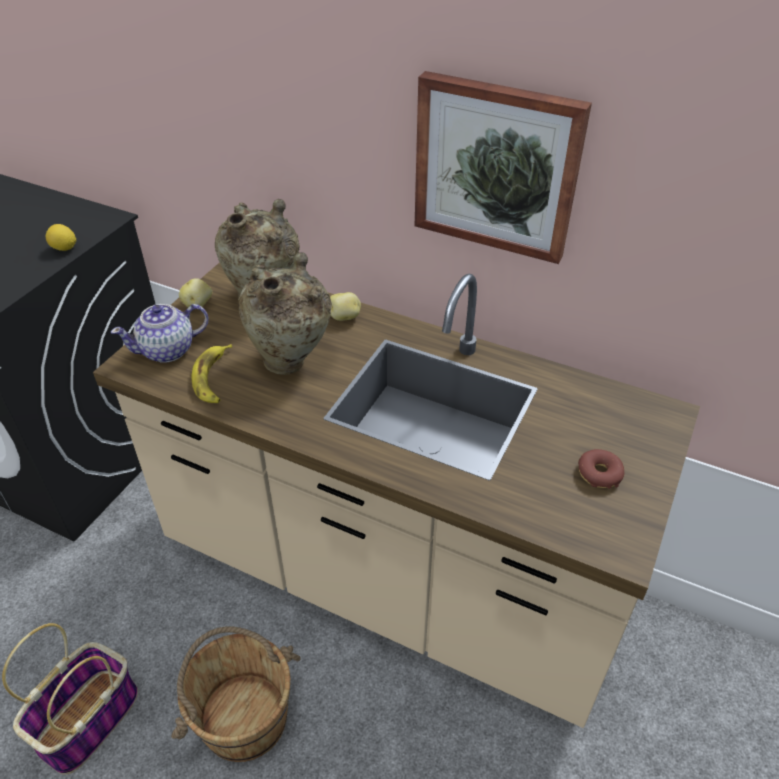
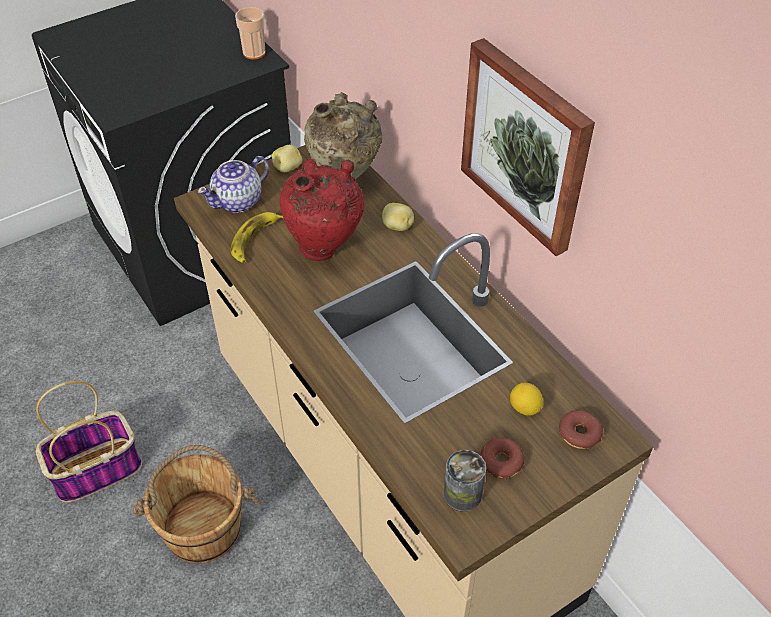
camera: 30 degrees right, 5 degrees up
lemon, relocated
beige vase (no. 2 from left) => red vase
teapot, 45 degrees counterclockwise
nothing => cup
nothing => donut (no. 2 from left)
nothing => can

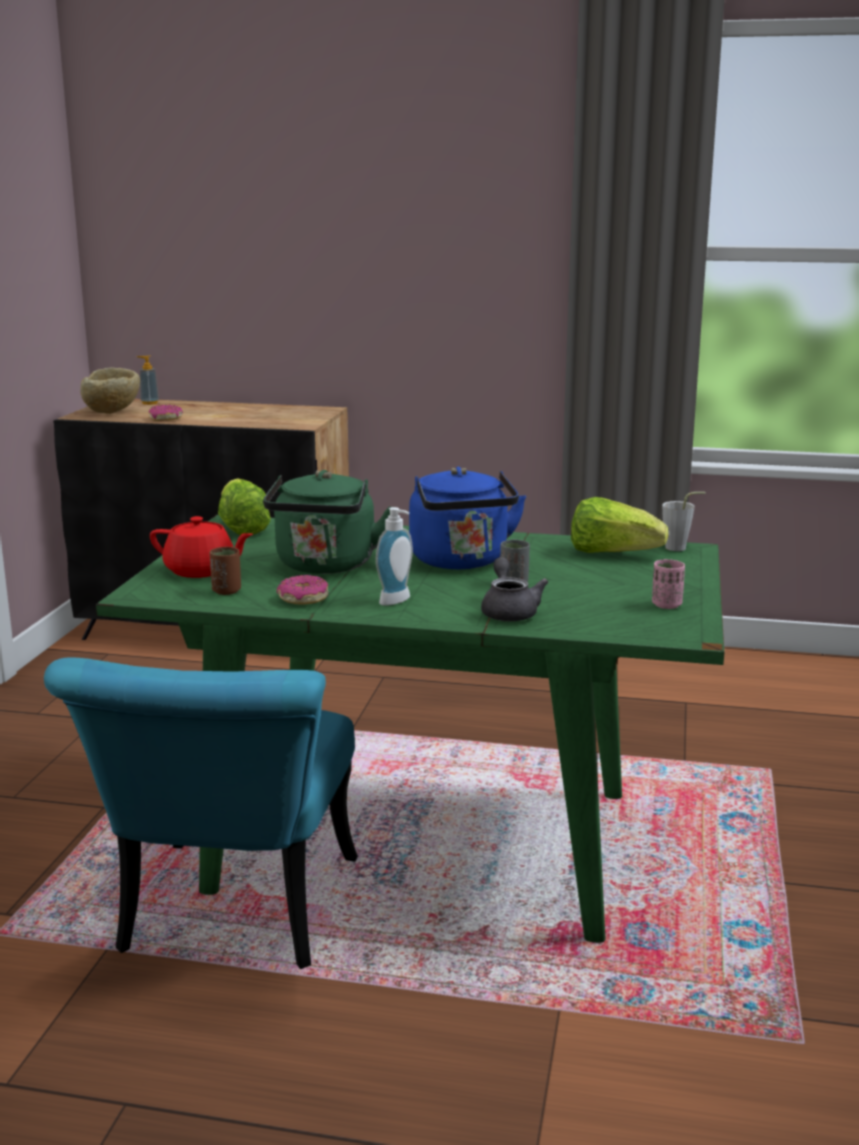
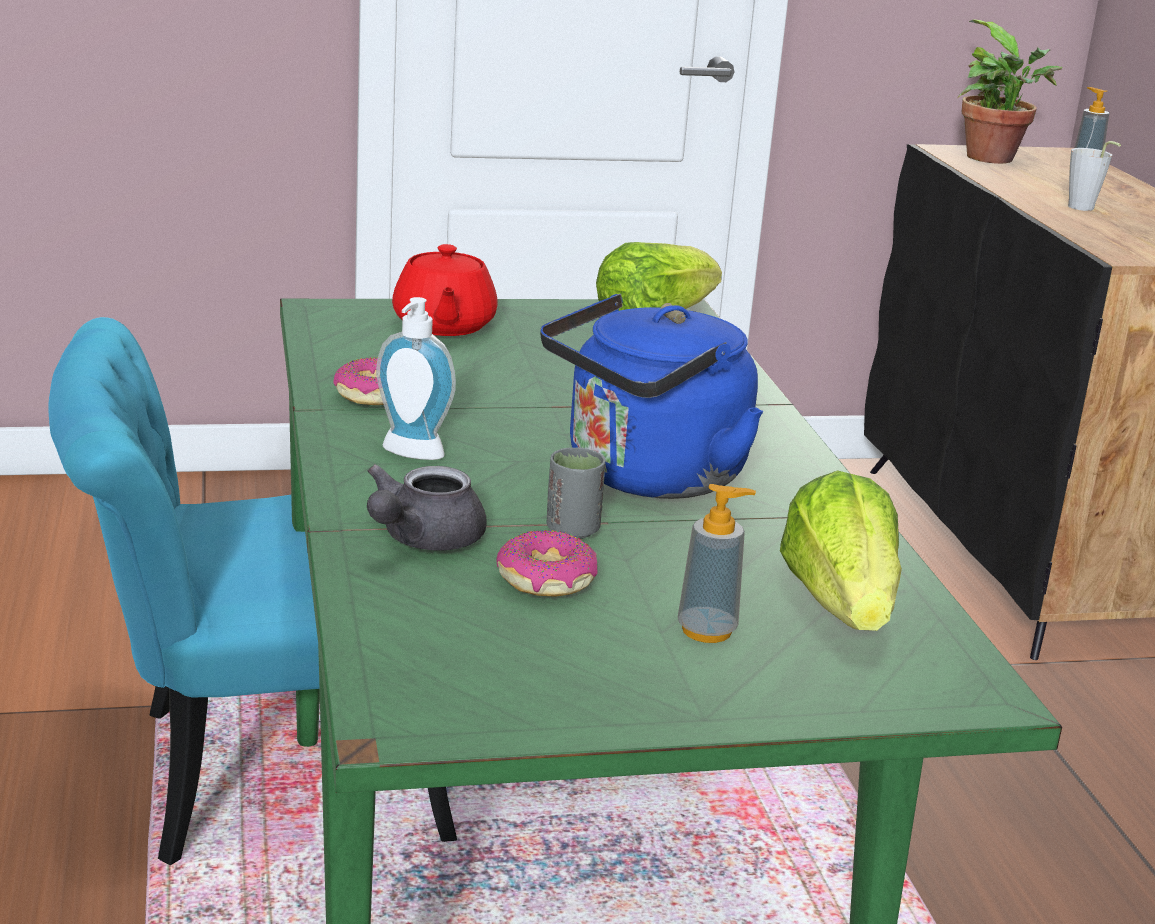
camera: 65 degrees right, 5 degrees up
beige bowl => potted plant
donut (no. 1 from left in the first image) => donut (no. 2 from left), relocated
green kettle => nothing
grey cup (no. 2 from left), relocated
brown cup => nothing
grey teapot, 150 degrees clockwise
pink cup => nothing
nothing => soap dispenser (no. 2 from left)

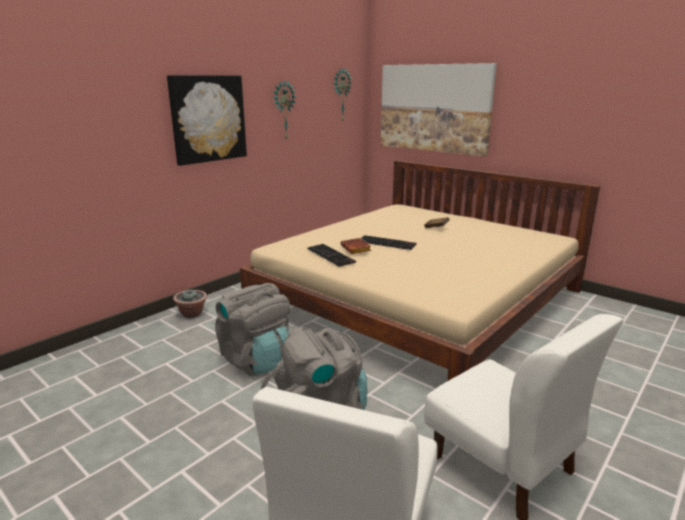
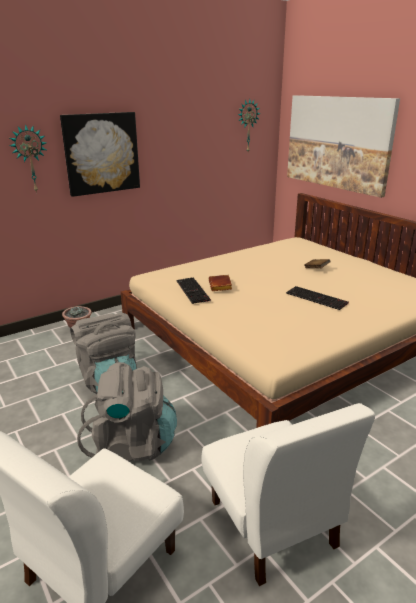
camera: 15 degrees right, 5 degrees up
wall clock (no. 1 from left), relocated
keyboard (no. 2 from left), relocated

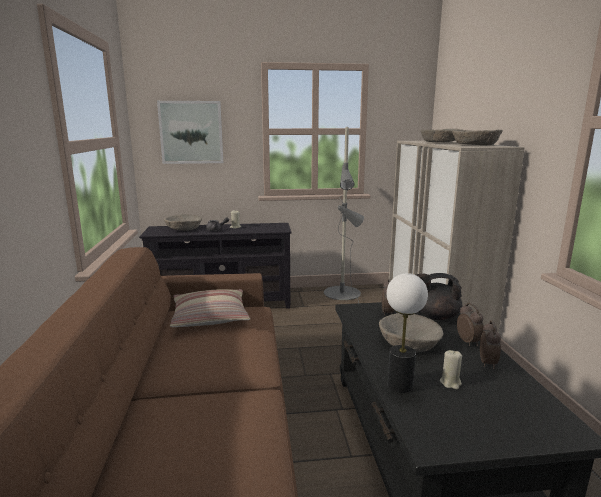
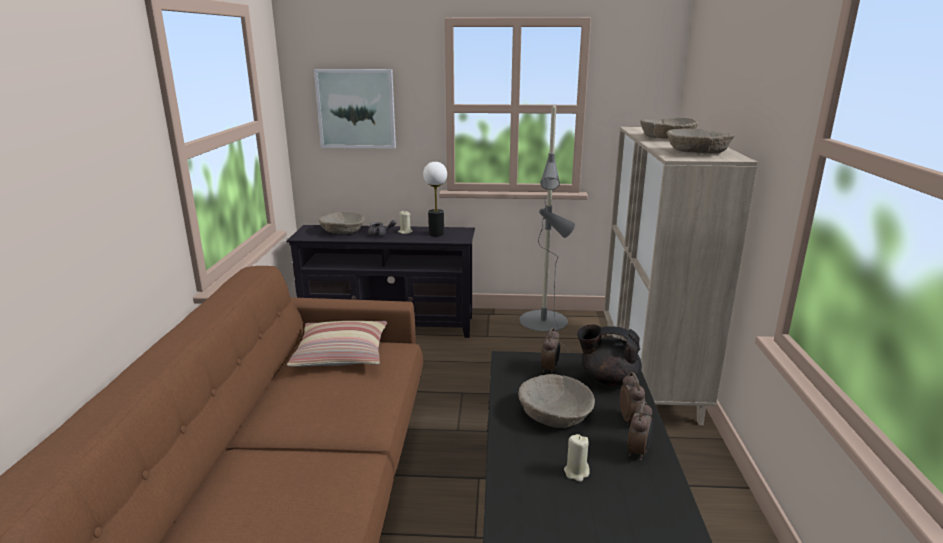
camera: 10 degrees right, 5 degrees up
table lamp, relocated

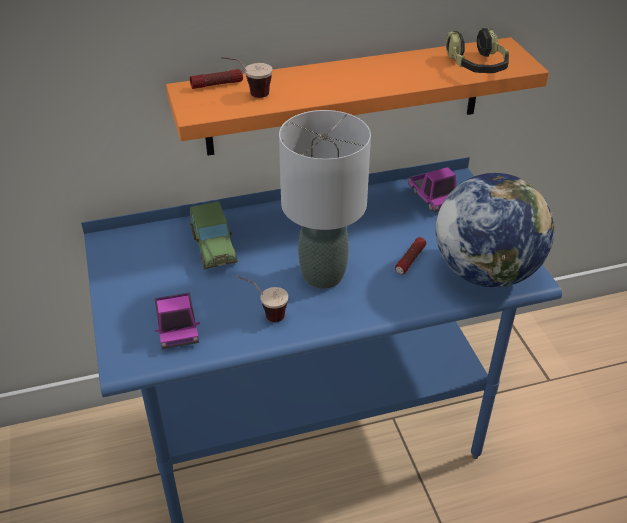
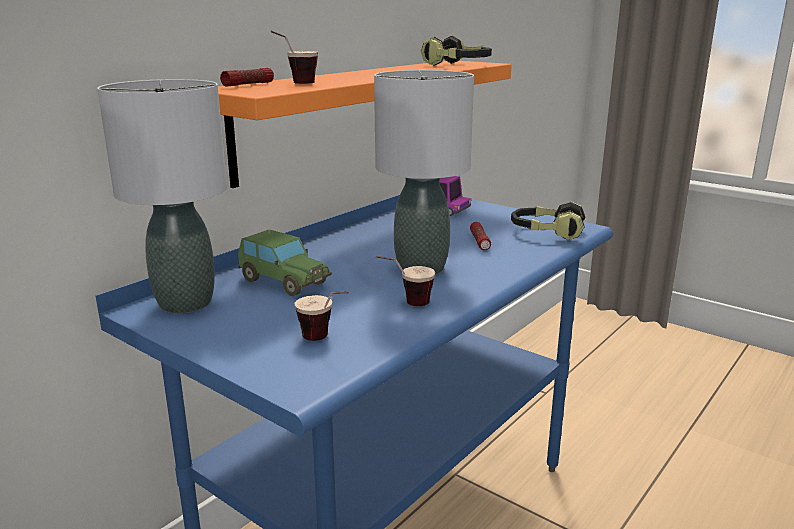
camera: 35 degrees left, 20 degrees down
globe => headphones (no. 2 from left)
toy truck (no. 1 from left) => cup (no. 2 from left)
nothing => grey table lamp (no. 1 from left)

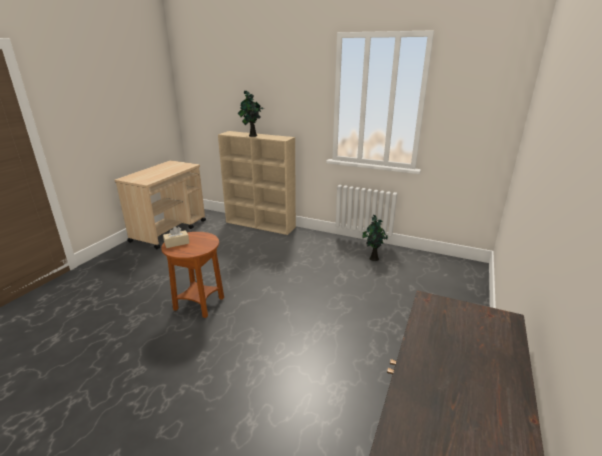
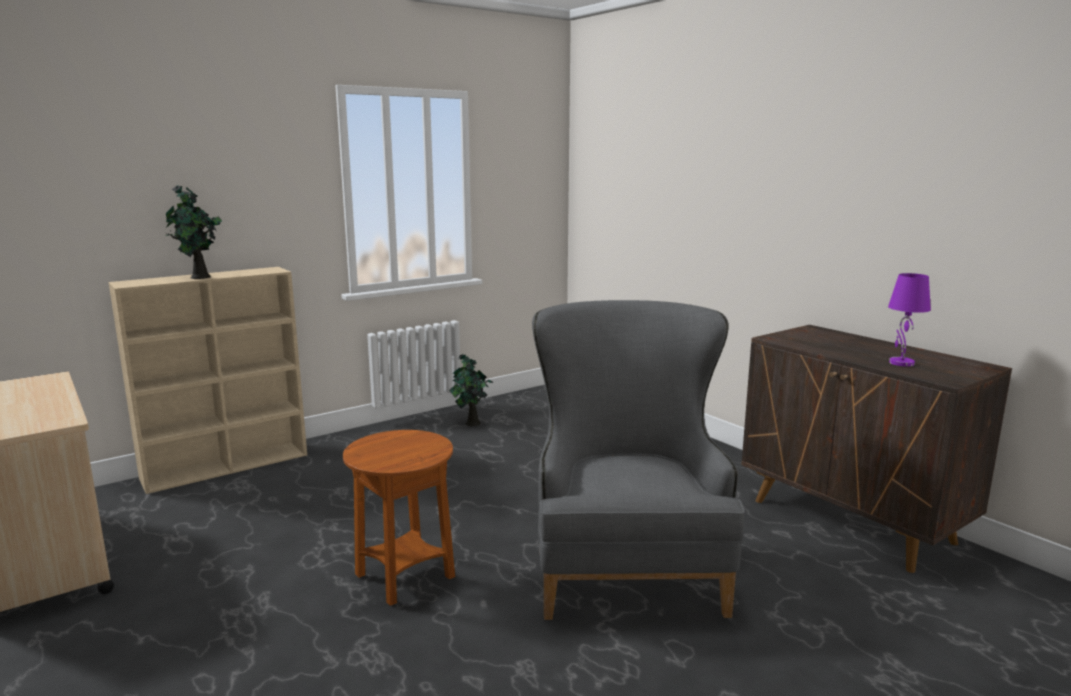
camera: 60 degrees left, 10 degrees down
beige tissue box => nothing
nothing => purple table lamp
nothing => grey armchair

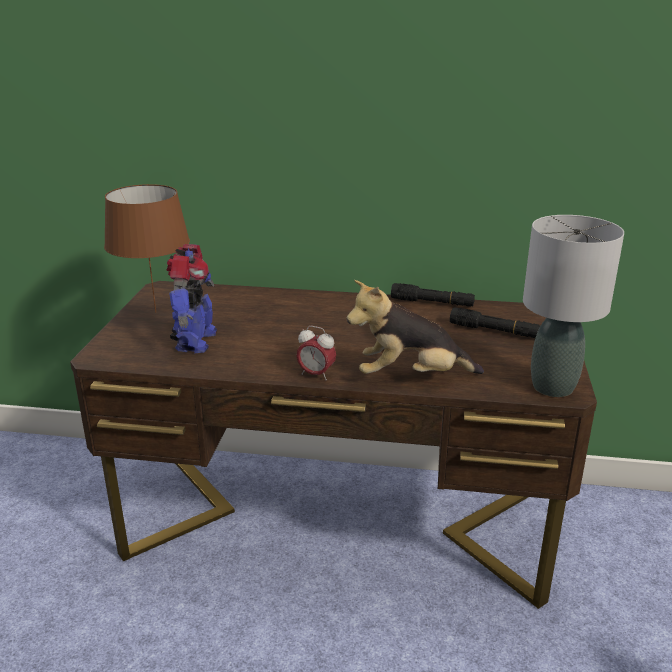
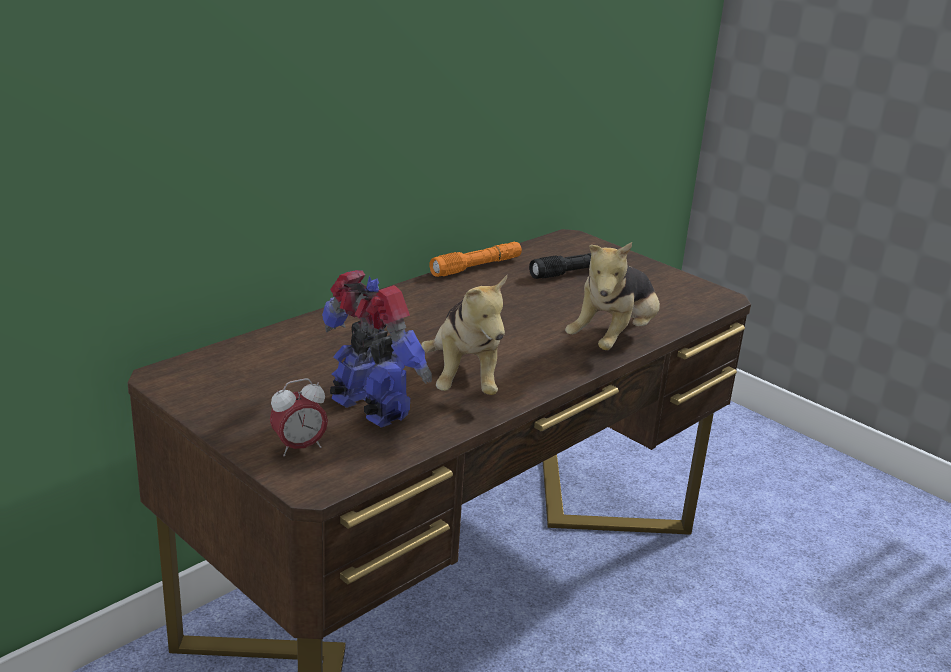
camera: 55 degrees left, 0 degrees up
brown table lamp => nothing
grey table lamp => nothing
black flashlight (no. 1 from left) => orange flashlight
alarm clock, relocated
nothing => plush toy (no. 1 from left)

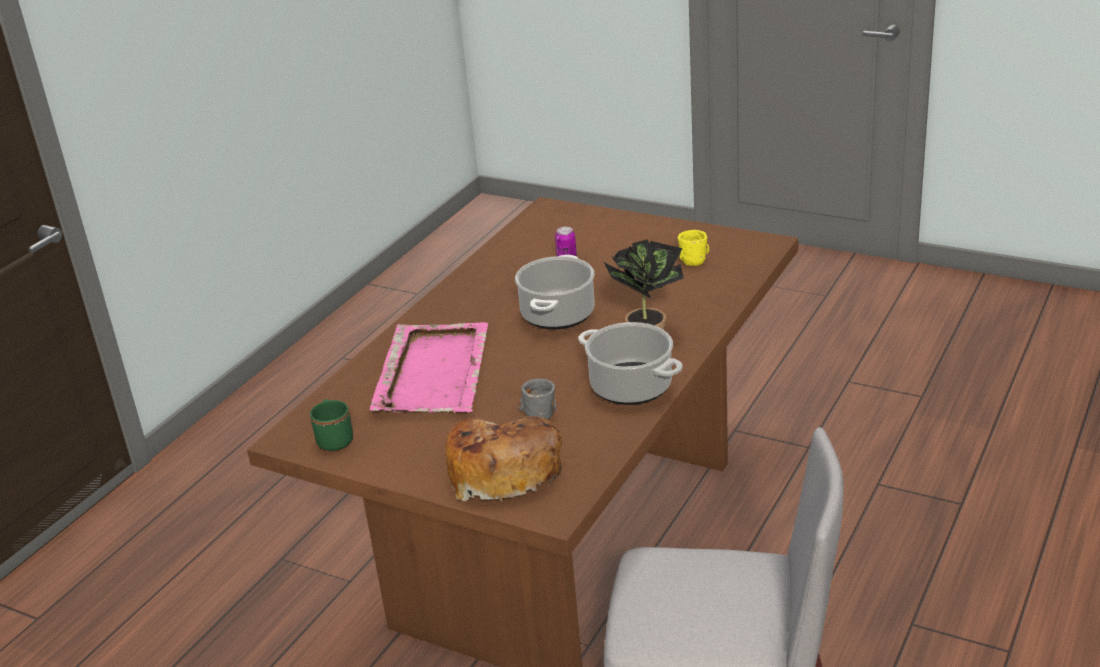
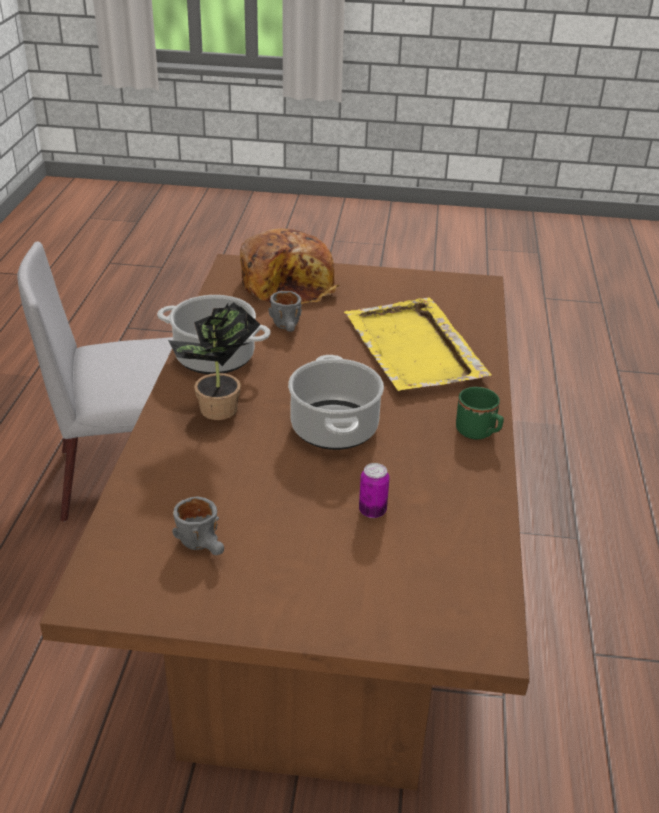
camera: 155 degrees right, 5 degrees up
yellow mug => grey mug (no. 1 from left)
pink tray => yellow tray
green mug, relocated

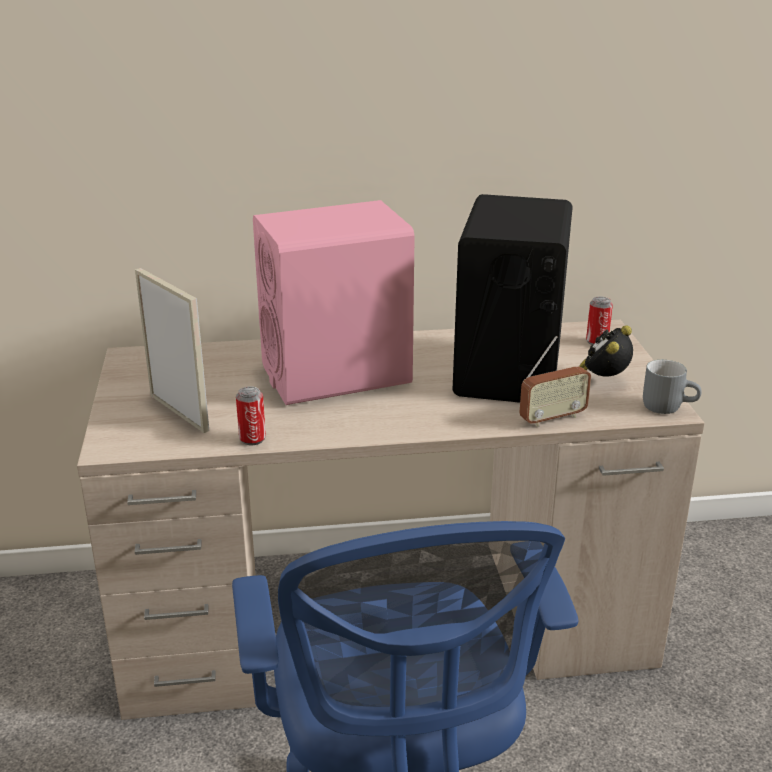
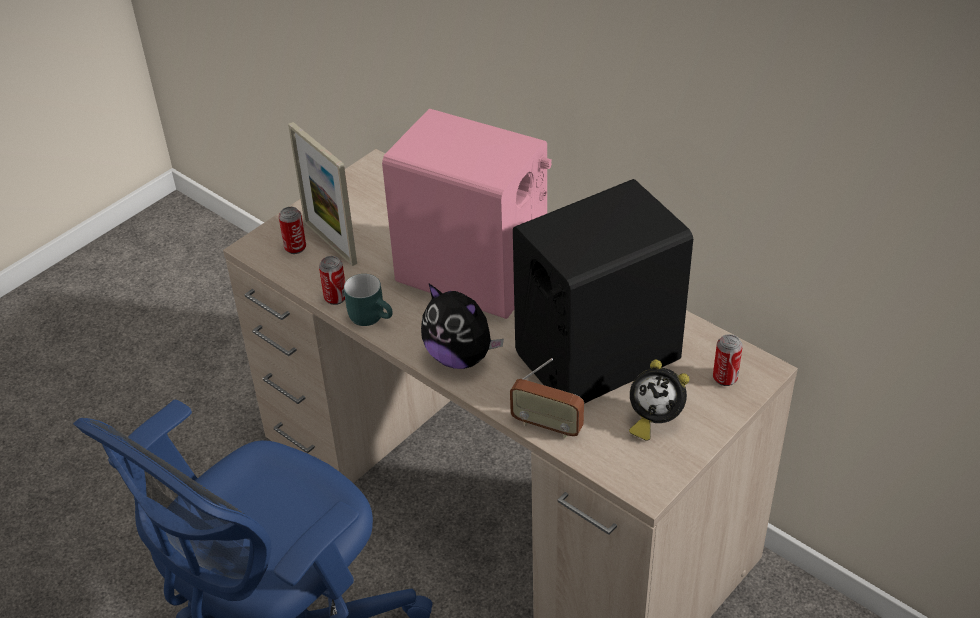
camera: 50 degrees right, 15 degrees up
picture frame, 135 degrees clockwise
alarm clock, 150 degrees counterclockwise
grey mug => nothing
nothing => can (no. 1 from left)
nothing => turquoise mug
nothing => plush toy

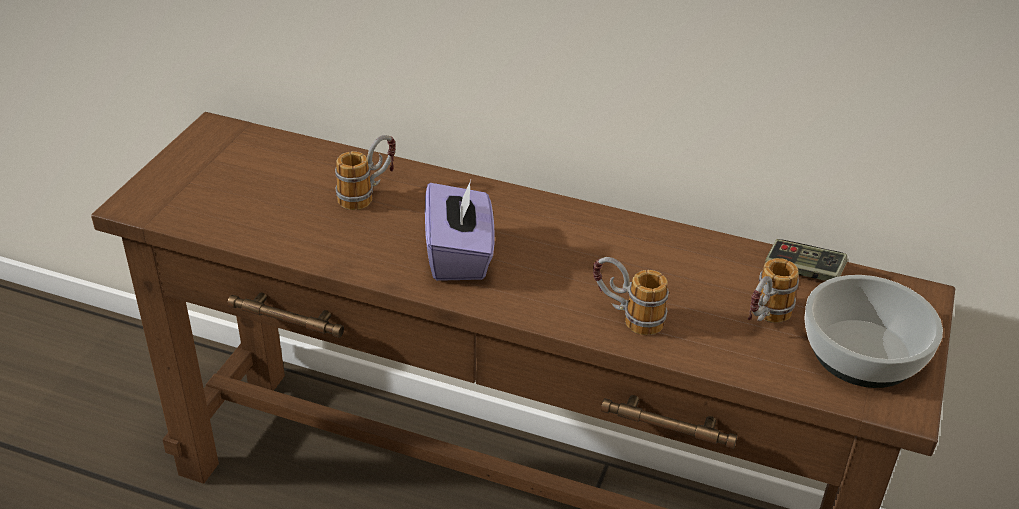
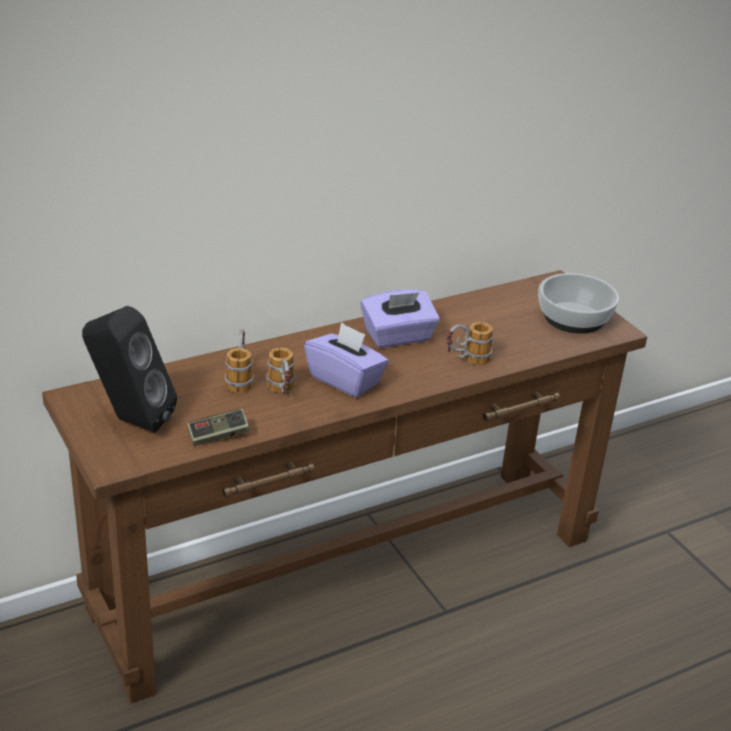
camera: 50 degrees left, 5 degrees down
game controller, relocated
mug (no. 3 from left in the first image) => mug (no. 2 from left), relocated
nothing => purple tissue box (no. 2 from left)
nothing => black speaker

